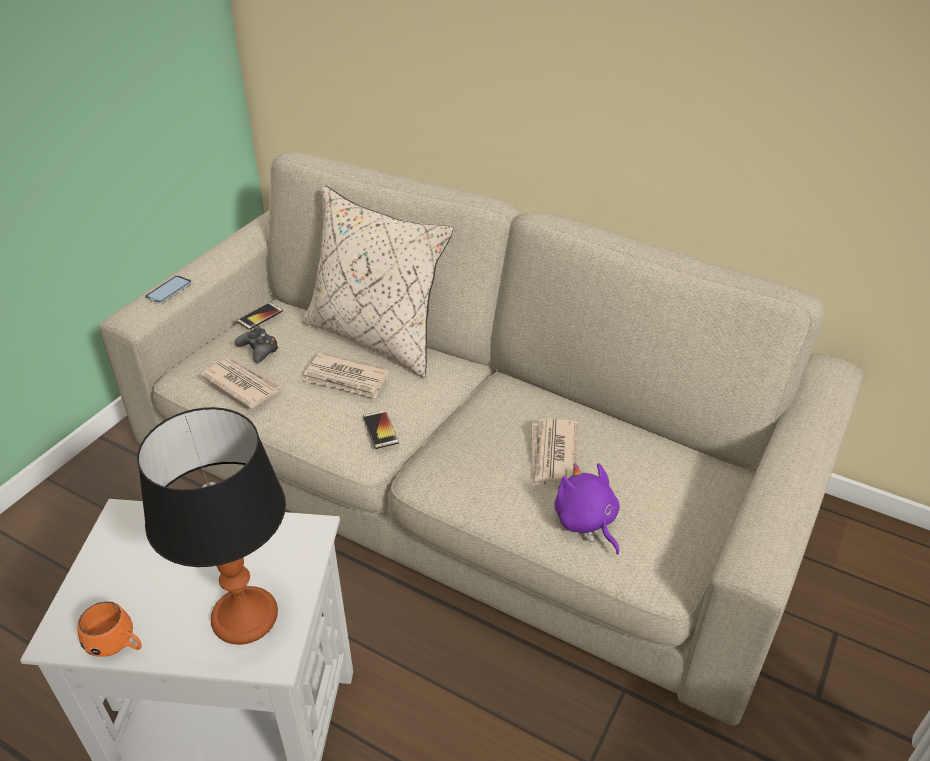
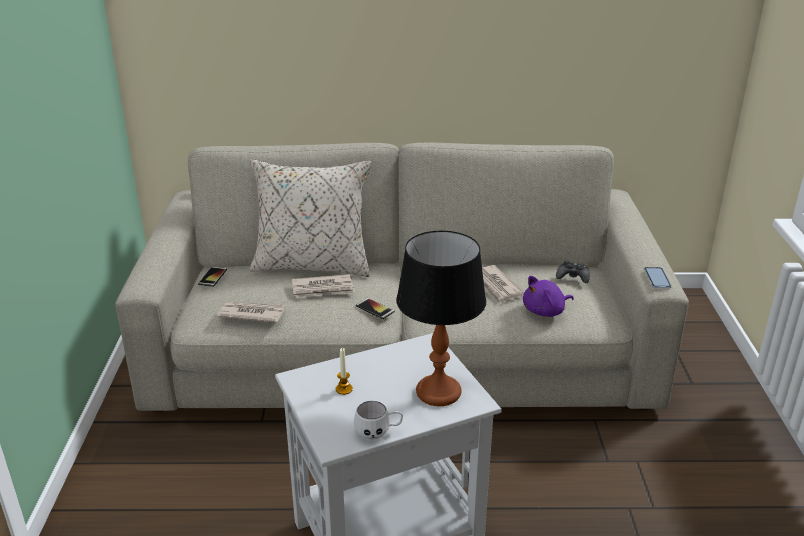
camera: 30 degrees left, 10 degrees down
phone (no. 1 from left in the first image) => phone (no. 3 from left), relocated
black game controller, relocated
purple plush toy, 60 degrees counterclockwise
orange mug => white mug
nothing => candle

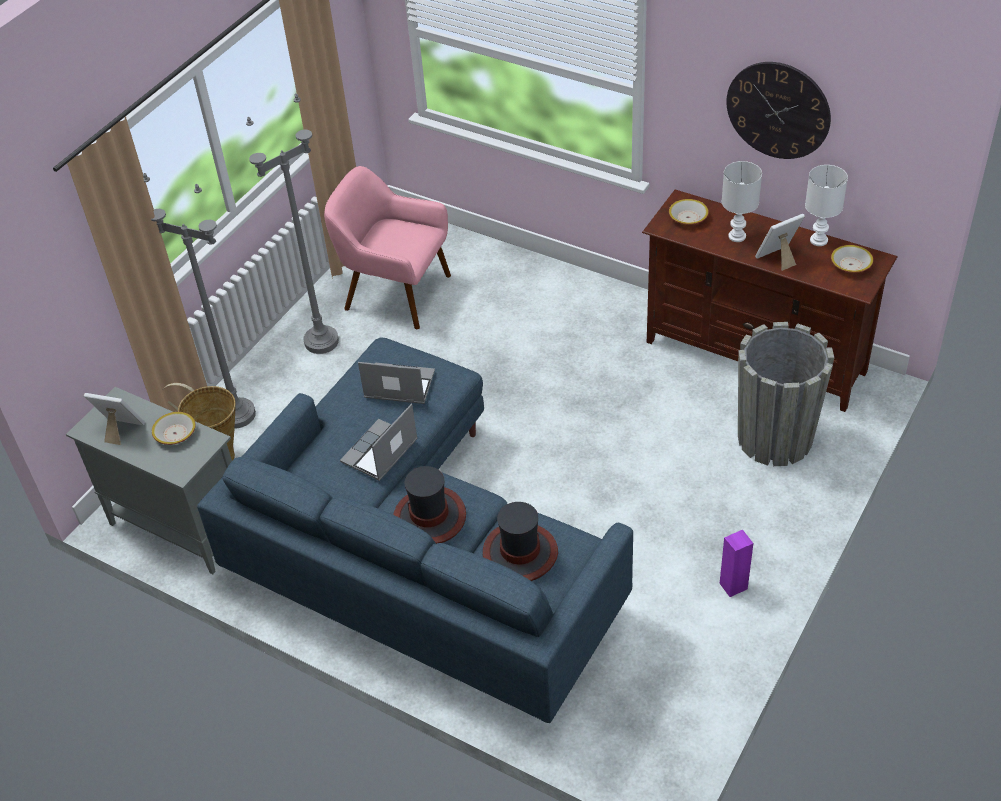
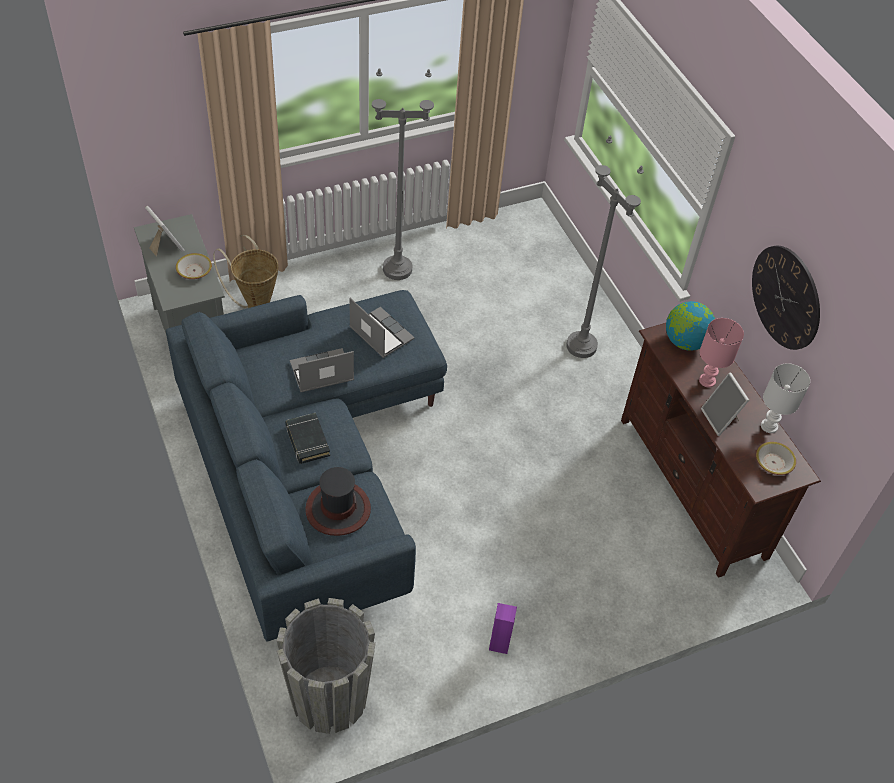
camera: 30 degrees right, 5 degrees up
white table lamp (no. 1 from left) => pink table lamp
pink armchair => nothing
grey floor lamp (no. 1 from left in the first image) => grey floor lamp (no. 2 from left), relocated
bowl (no. 2 from left) => globe
picture frame (no. 2 from left), 120 degrees counterclockwise
grey planter, relocated
hat (no. 1 from left) => black book

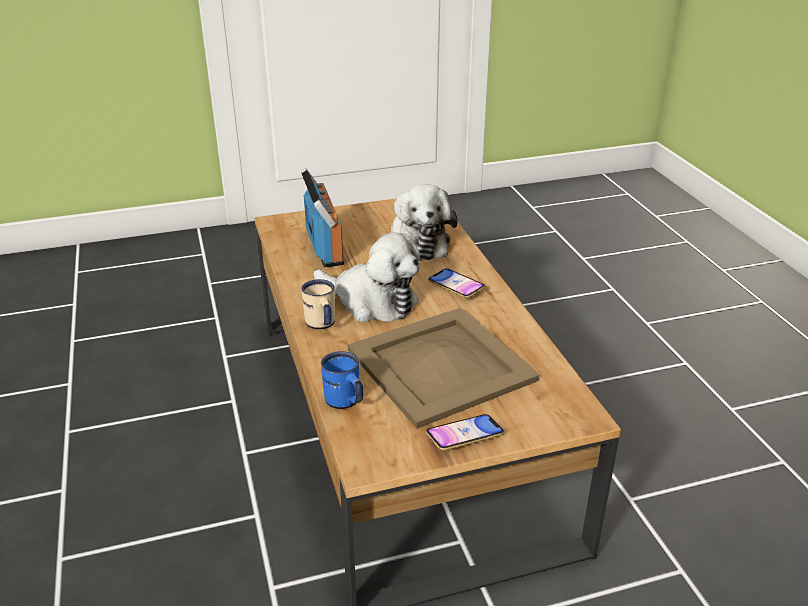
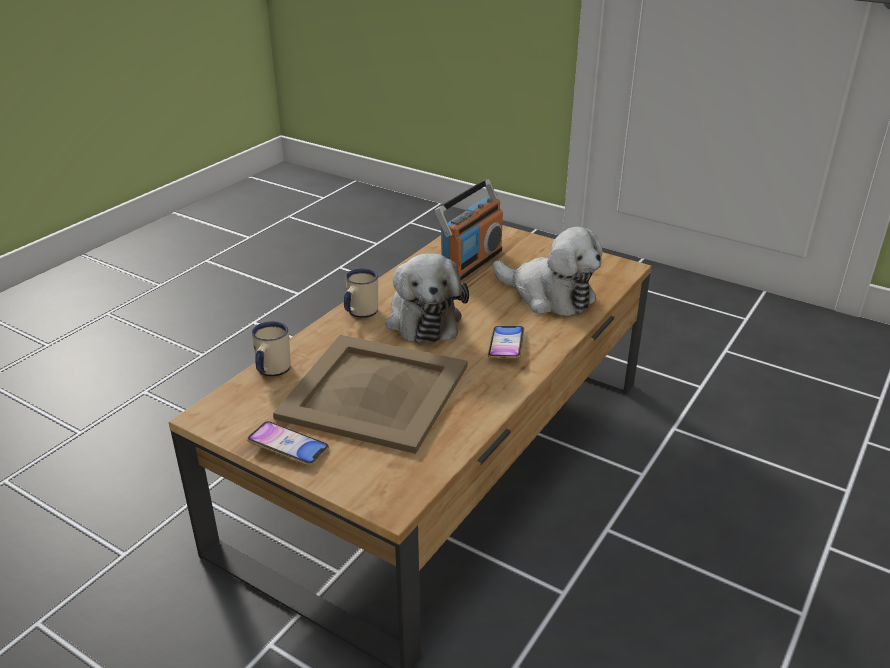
camera: 50 degrees right, 0 degrees up
plush toy (no. 2 from left), 90 degrees counterclockwise
blue mug => beige mug (no. 1 from left)

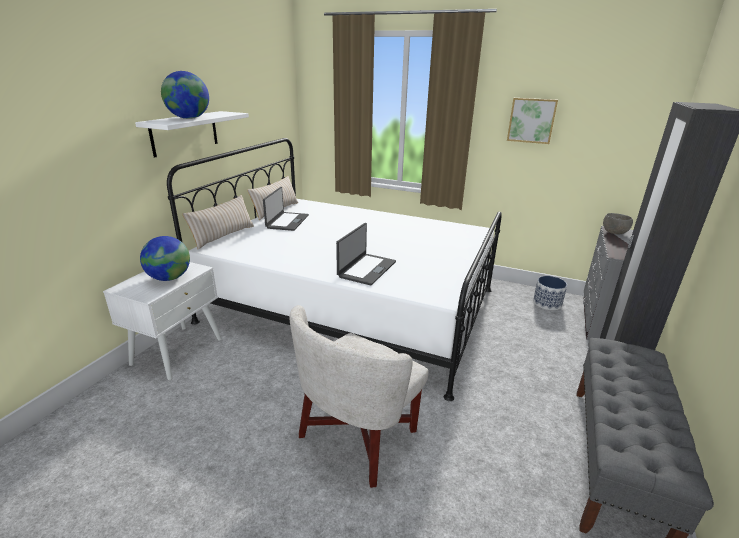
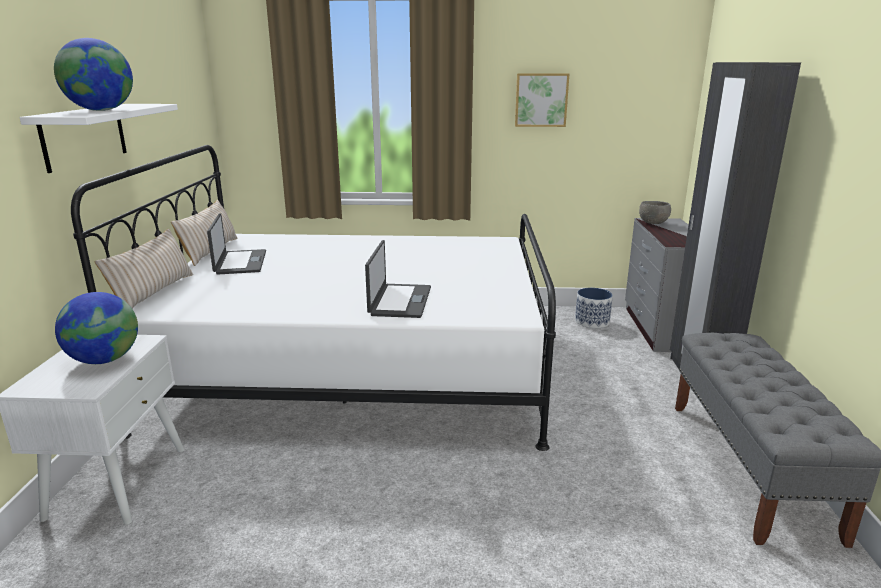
camera: 20 degrees left, 5 degrees down
white armchair => nothing

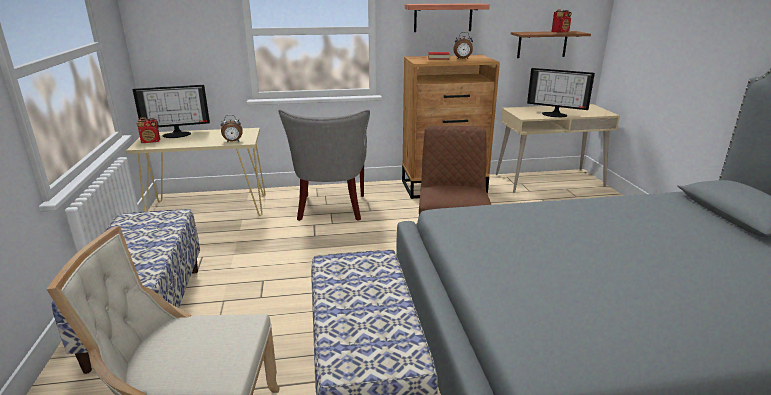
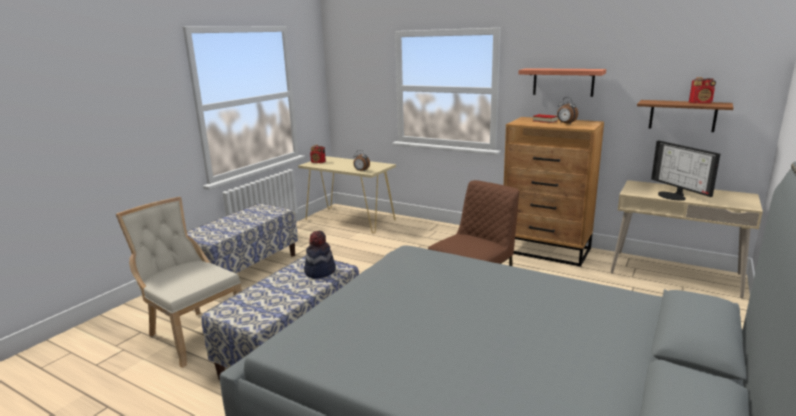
camera: 40 degrees right, 5 degrees down
monitor (no. 1 from left) => nothing
grey armchair => nothing
nothing => hat

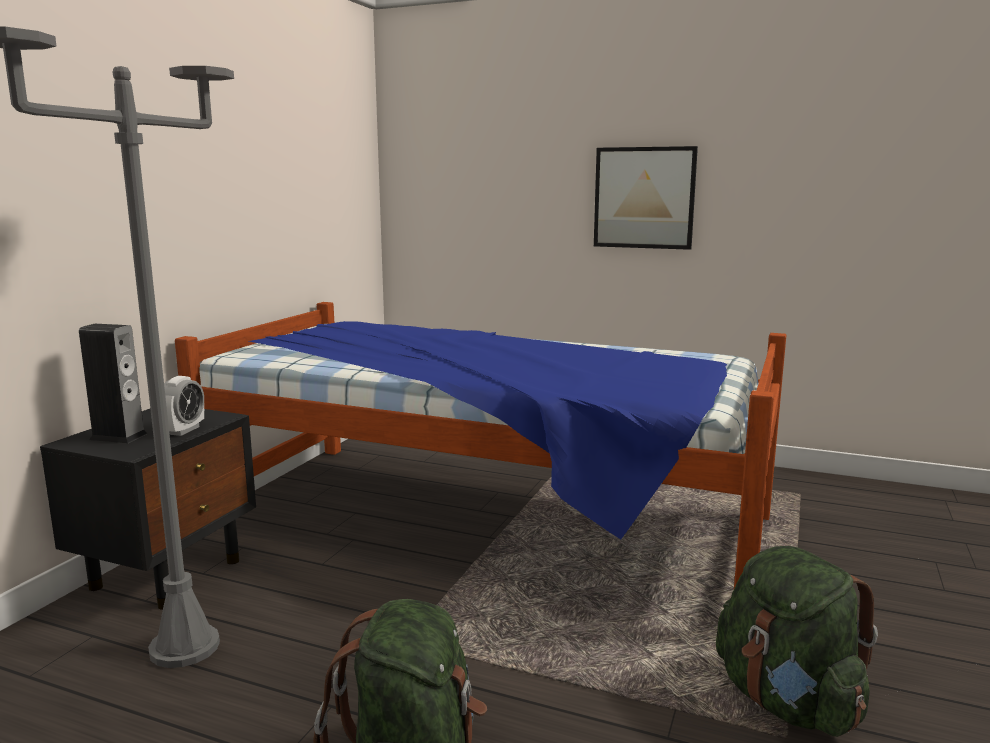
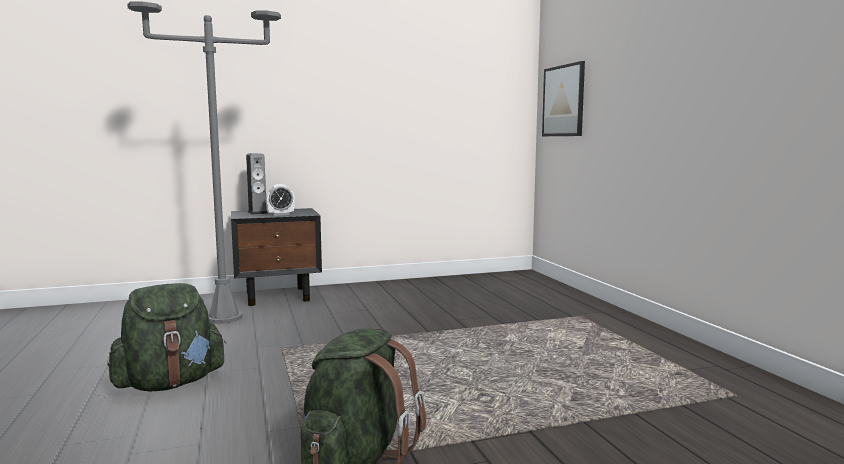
camera: 50 degrees right, 5 degrees down
picture, relocated
bed => nothing

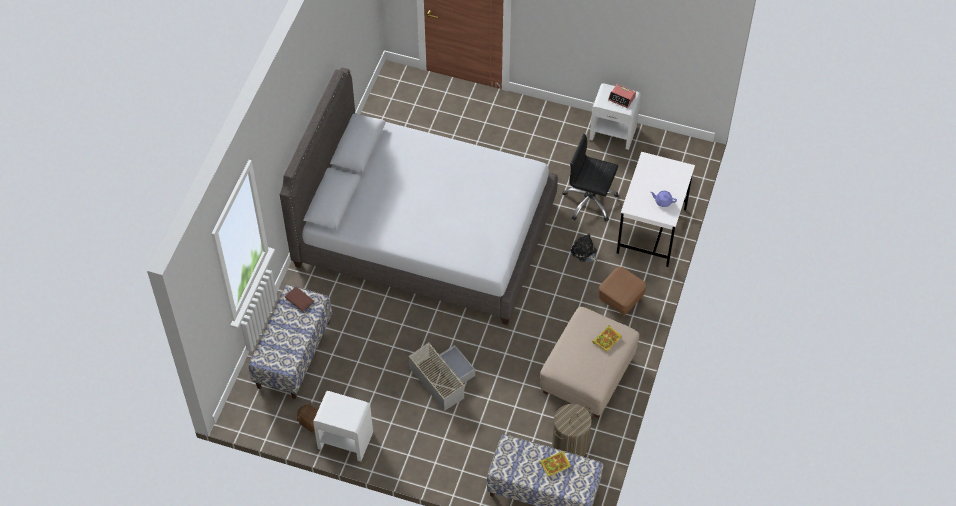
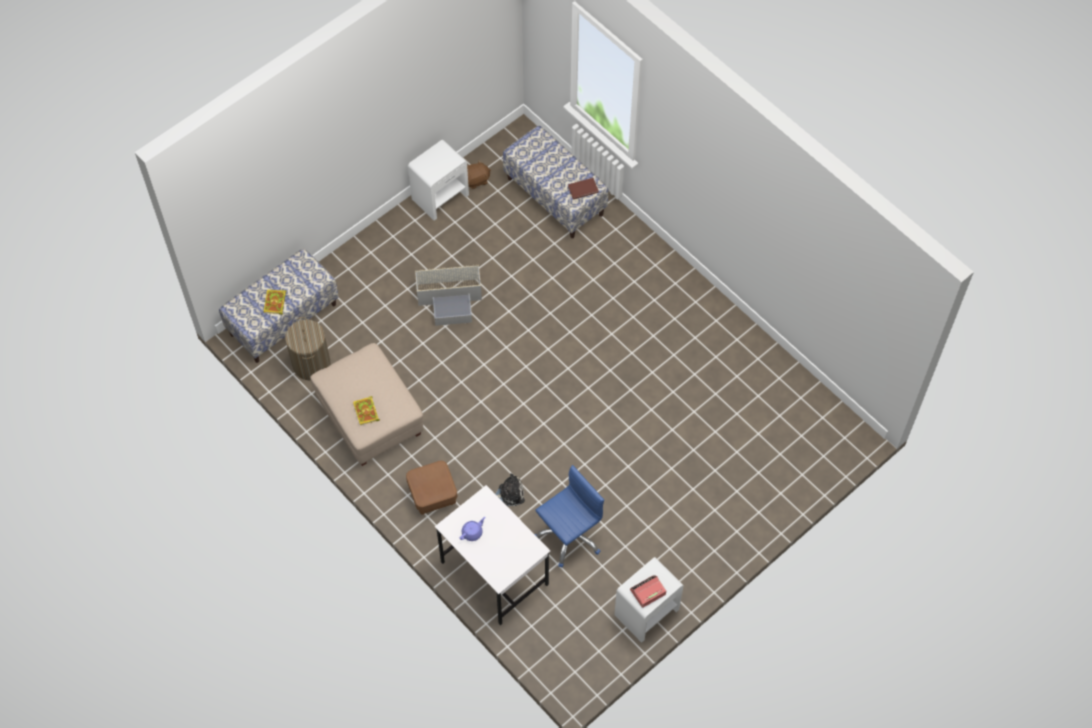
camera: 120 degrees right, 5 degrees up
grey bed => nothing
black office chair => blue office chair

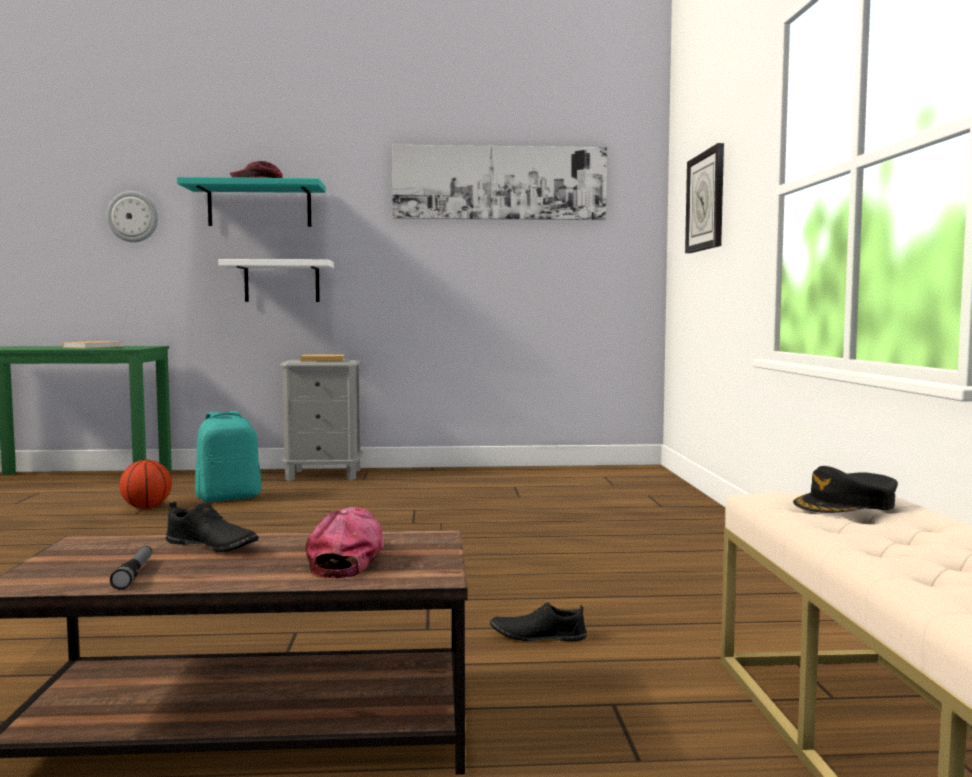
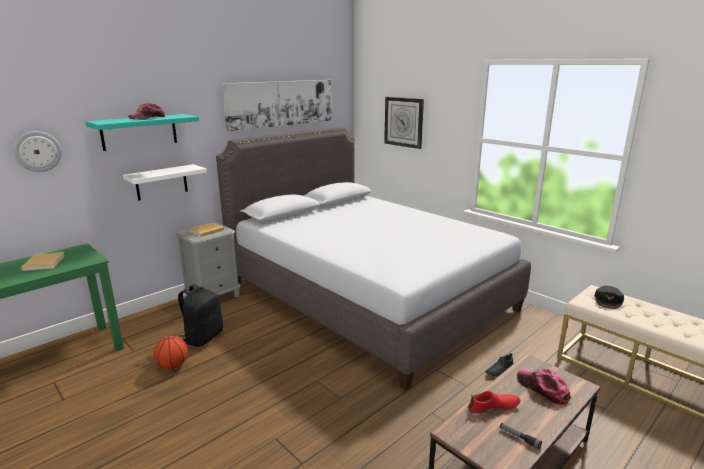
camera: 40 degrees left, 15 degrees up
turquoise backpack => black backpack
black shoe (no. 1 from left) => red shoe
nothing => grey bed

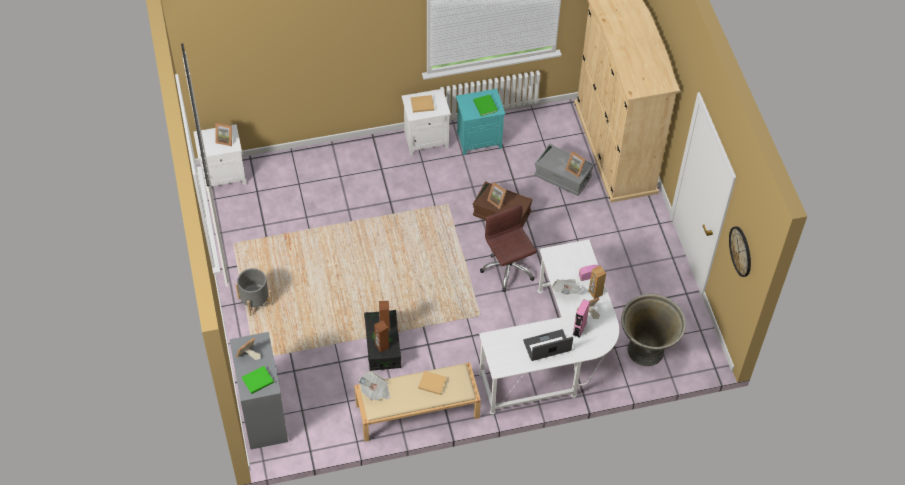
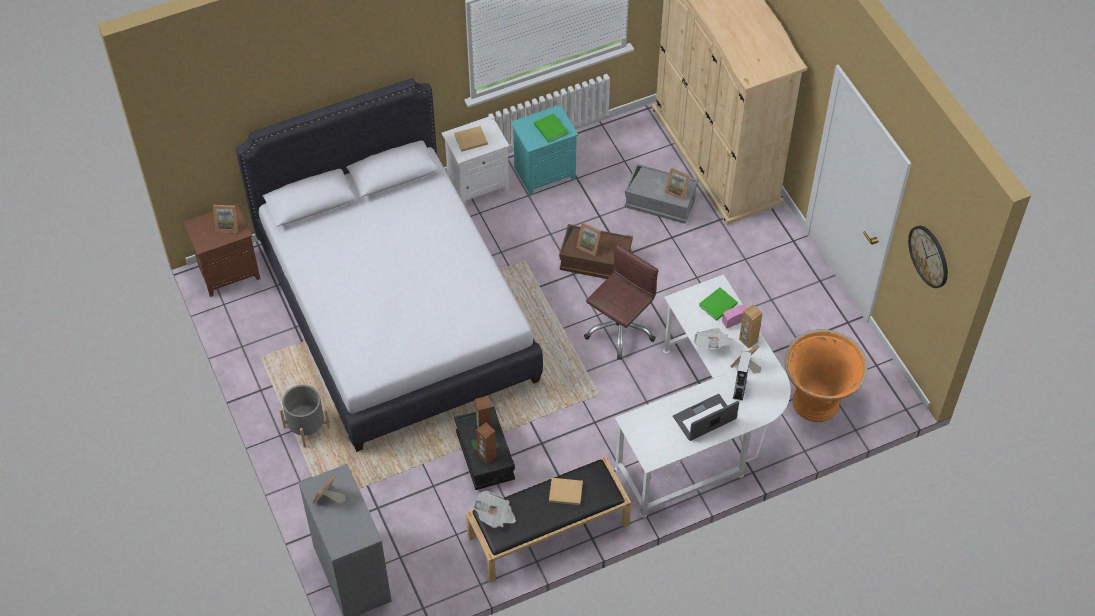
camera: 10 degrees left, 0 degrees up
white nightstand (no. 1 from left) => brown nightstand
brown office chair, 75 degrees clockwise
grey planter (no. 2 from left) => orange planter
pink speaker => grey speaker
beige bench => black bench
green book (no. 1 from left in the first image) => green book (no. 2 from left), relocated
nothing => white bed

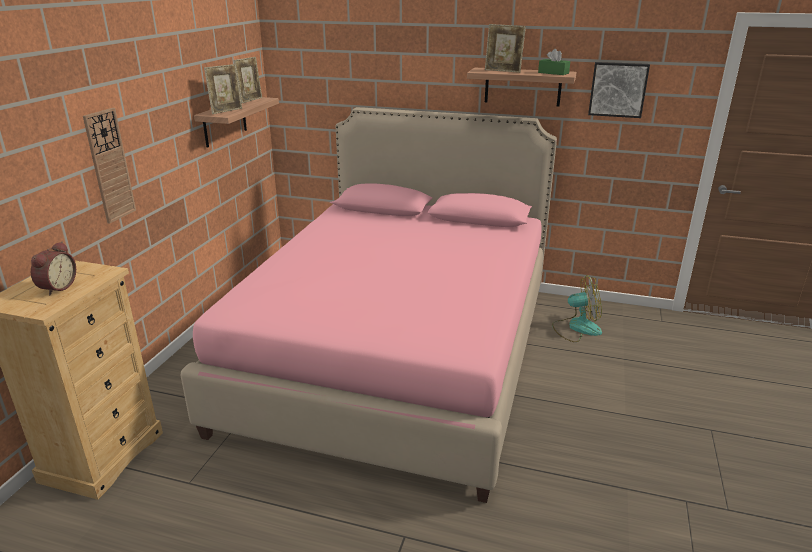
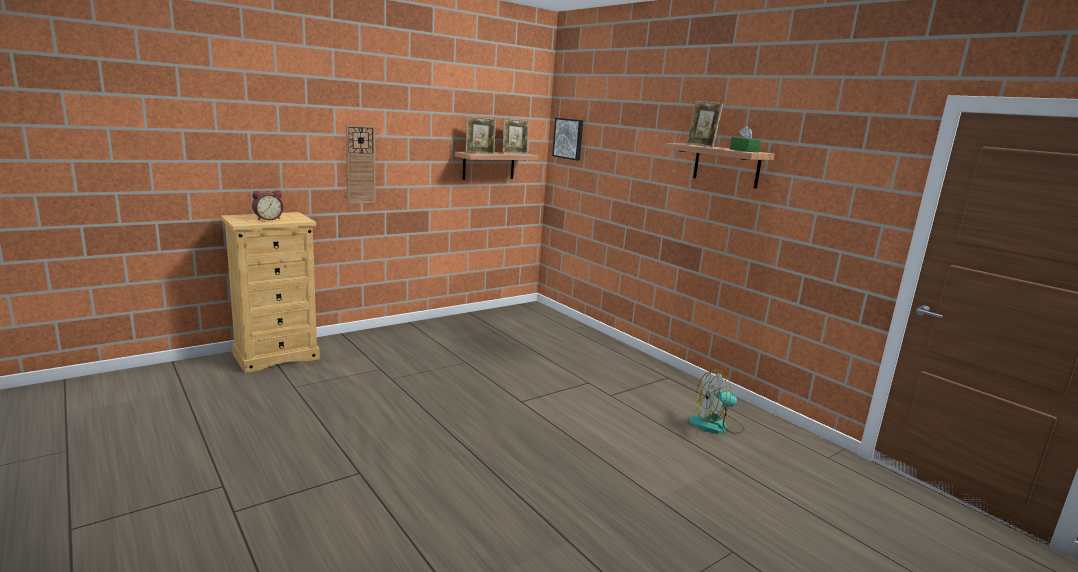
camera: 35 degrees right, 10 degrees down
picture, relocated
pink bed => nothing
fan, 135 degrees clockwise

